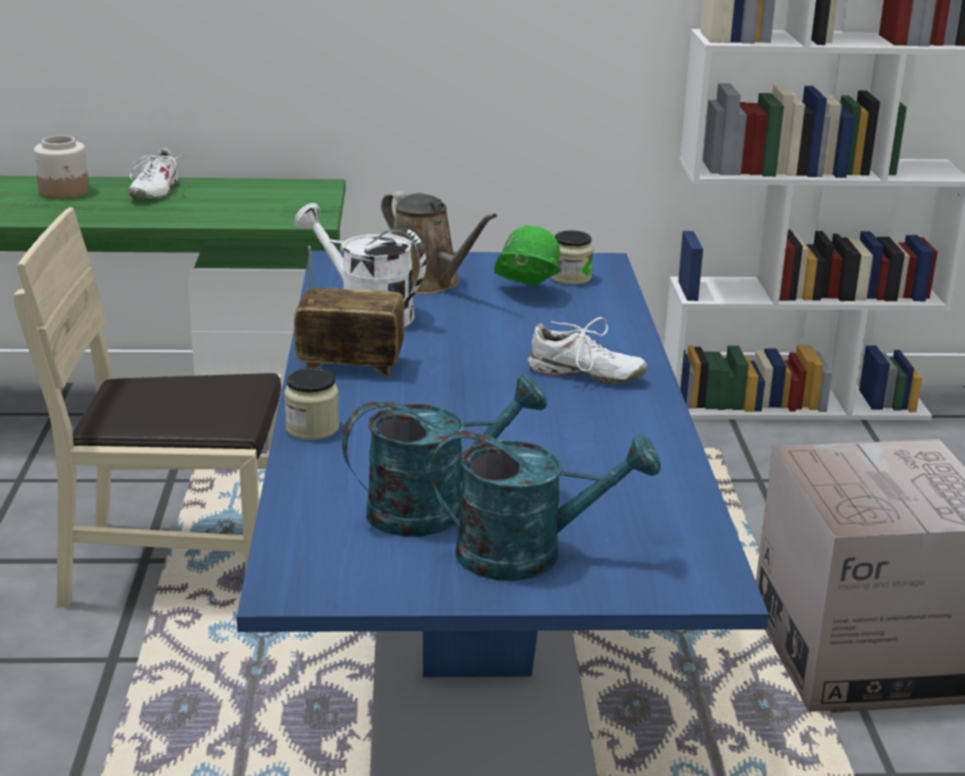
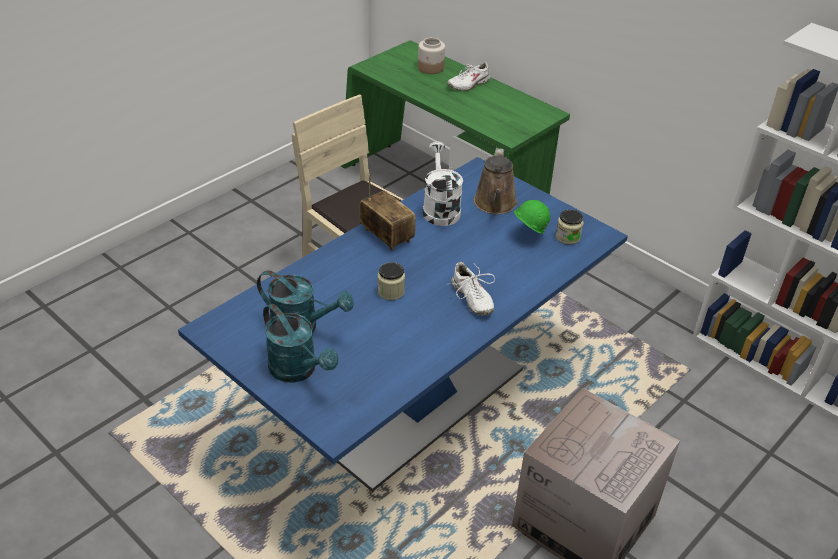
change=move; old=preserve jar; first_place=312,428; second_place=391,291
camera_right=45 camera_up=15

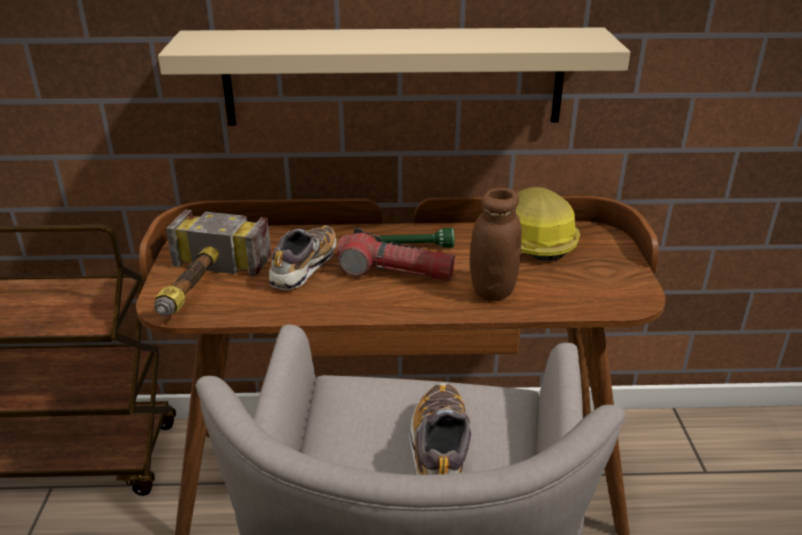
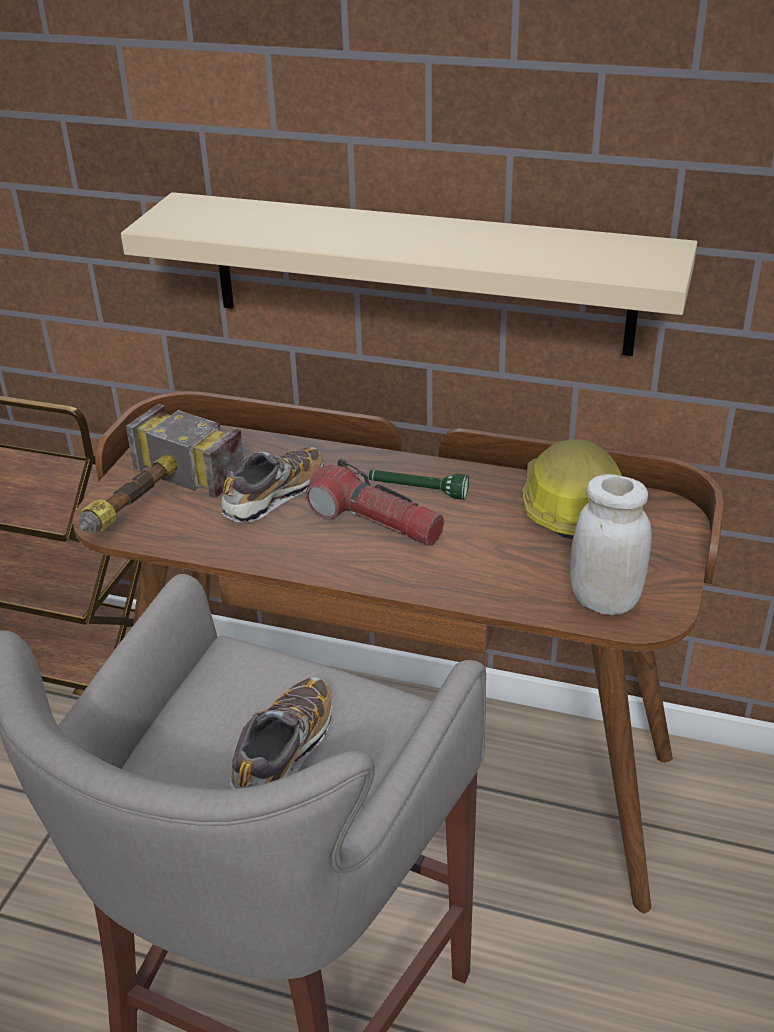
change=delete; old=brown-coloured preserve jar; first_place=492,290
change=insert; new=white preserve jar; second_place=604,601
camera_right=20 camera_up=5

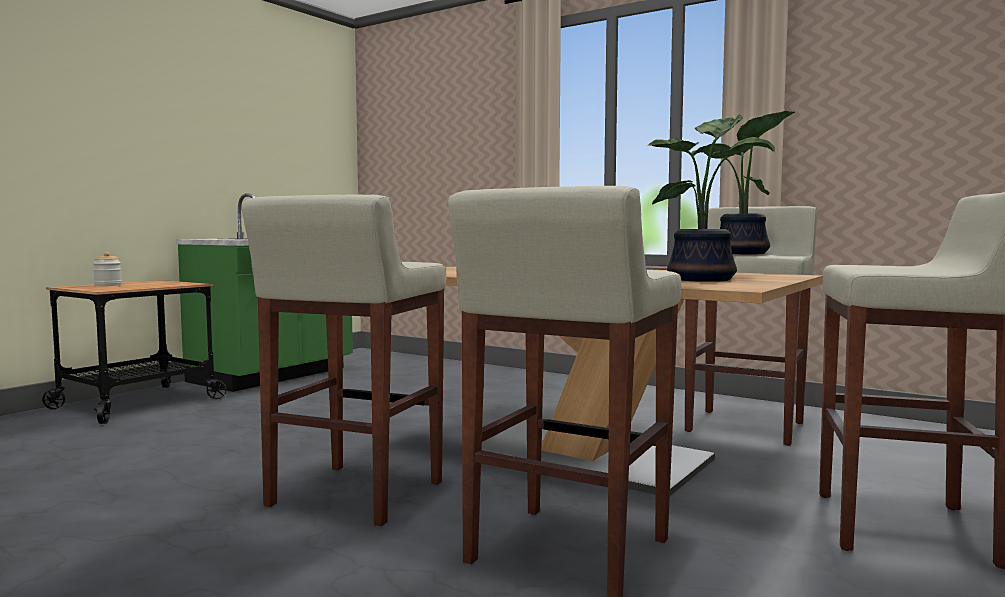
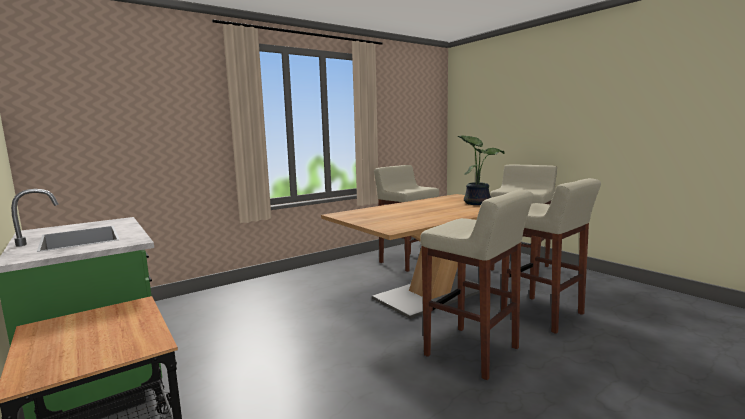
change=delete; old=plant in a pot; first_place=741,253
change=delete; old=preserve jar; first_place=108,285
camera_right=-70 camera_up=5

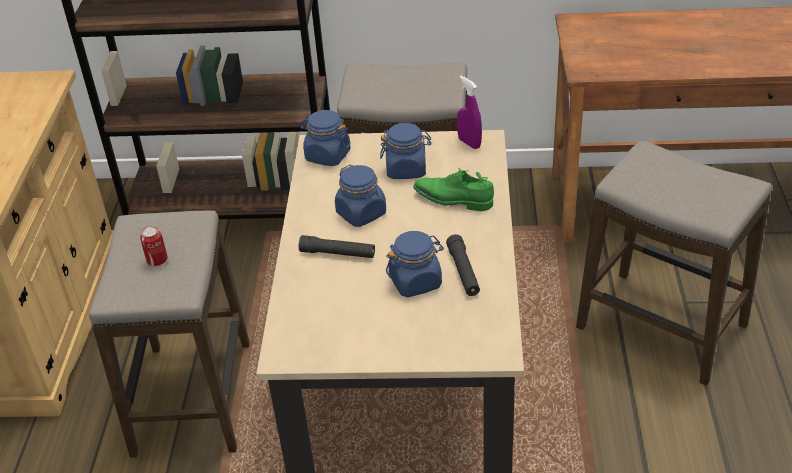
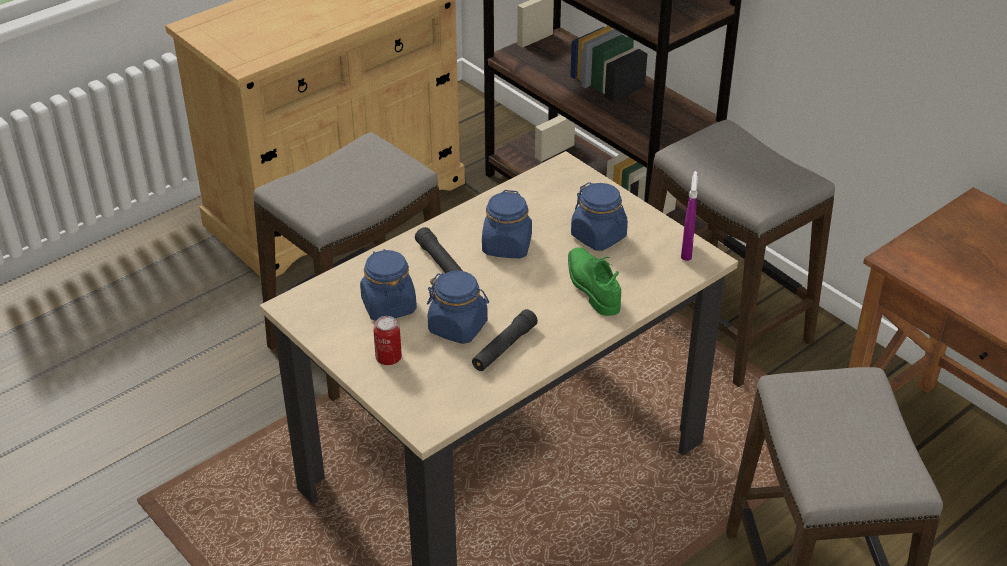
change=move; old=blue preserve jar; first_place=327,155; second_place=388,305
change=move; old=can; first_place=157,260; second_place=388,358
camera_right=45 camera_up=0

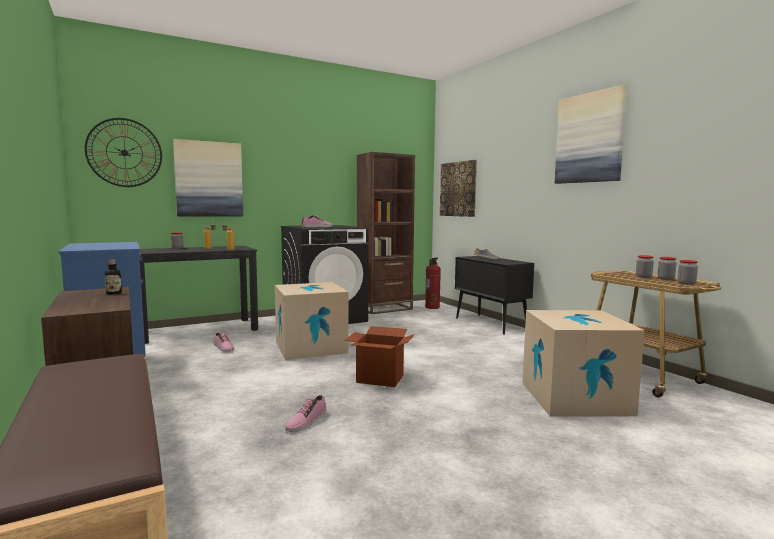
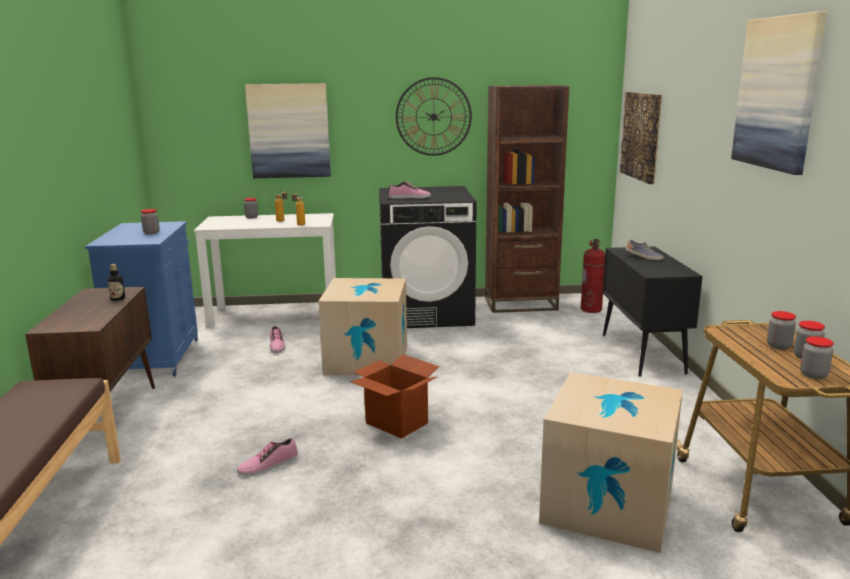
change=move; old=clock on the wall; first_place=124,152; second_place=433,117
change=recolor; old=blackish desk table; new=white desk table; first_place=200,330; second_place=275,314
change=insert; new=preserve jar; second_place=151,233
camera_right=25 camera_up=10

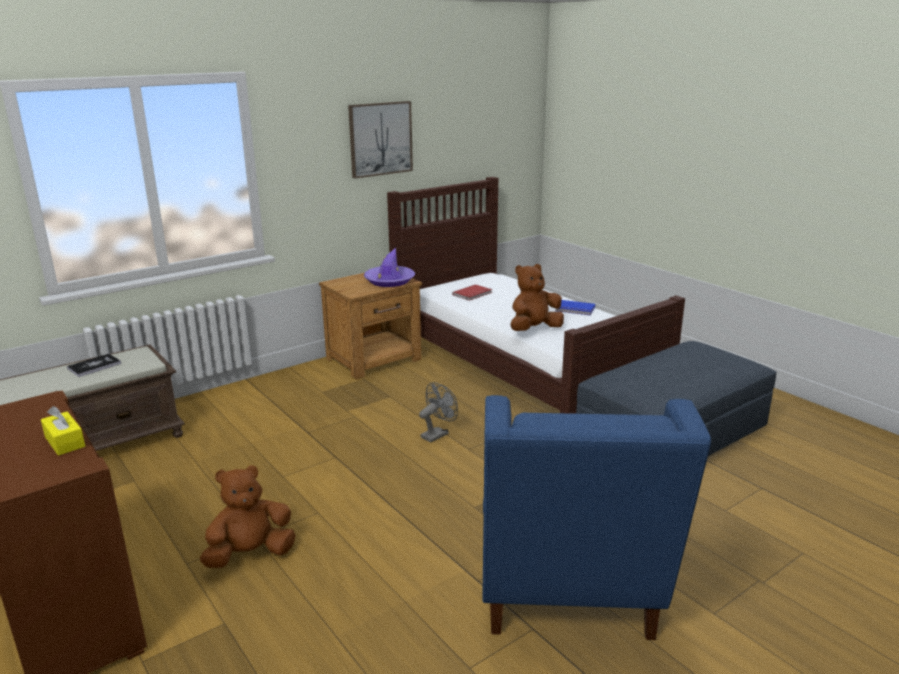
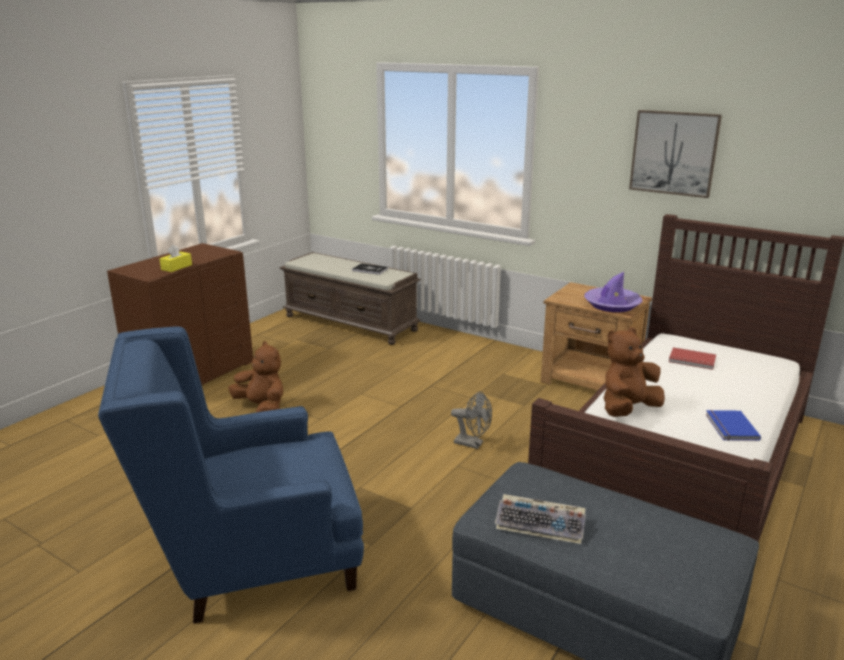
change=rotate; old=brown-coloured cuddly toy; first_place=534,329; second_place=628,409; degrees=-75
change=insert; new=keyboard; second_place=541,524
camera_right=70 camera_up=0

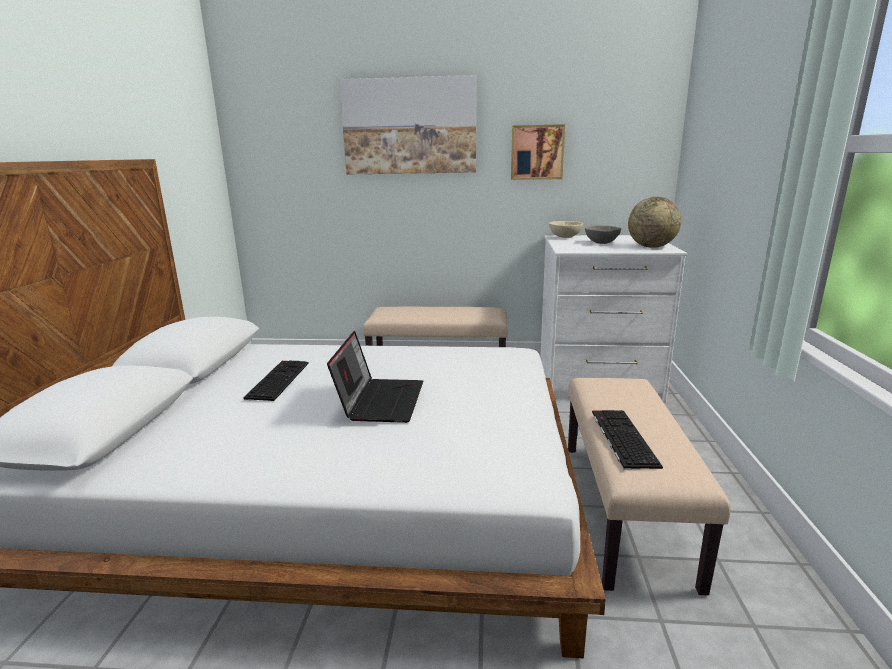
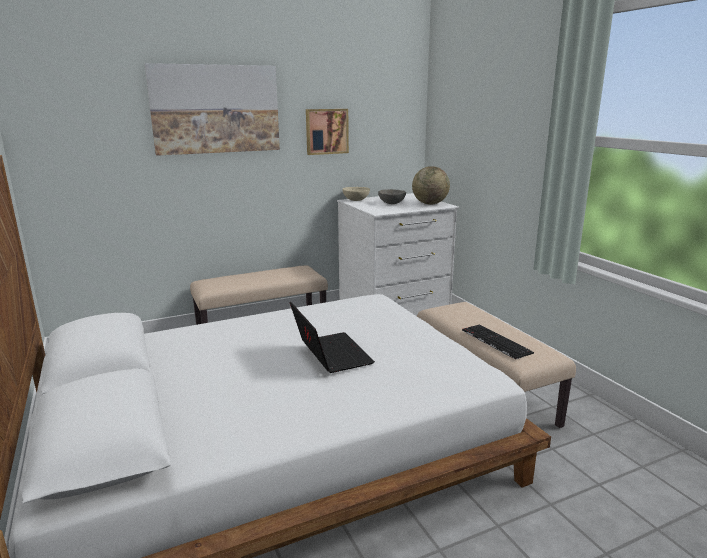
change=delete; old=keyboard; first_place=277,379
camera_right=-30 camera_up=0

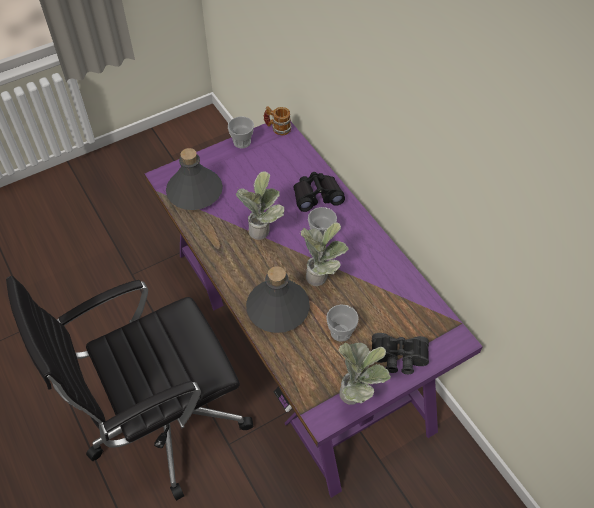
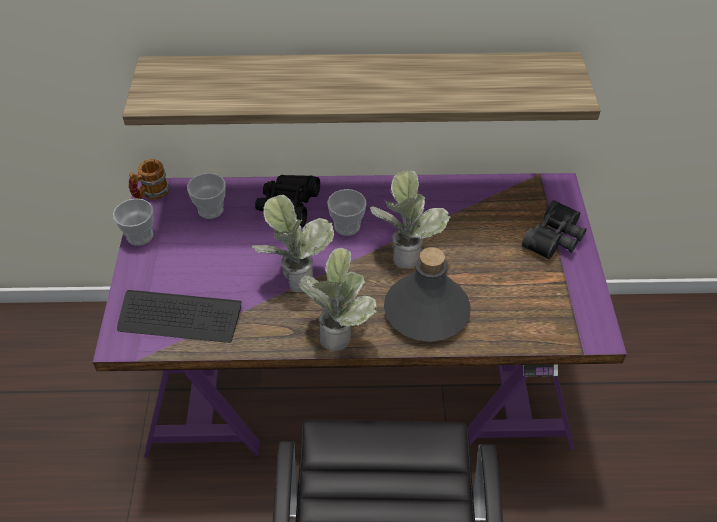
change=replace; old=greyish bottle; new=keyboard; first_place=195,192; second_place=179,318
change=move; old=drinking cup; first_place=341,332; second_place=210,210
change=move; old=plant in a pot; first_place=357,393; second_place=338,332
change=insert; new=shelf; second_place=360,86
camera_right=-60 camera_up=-5

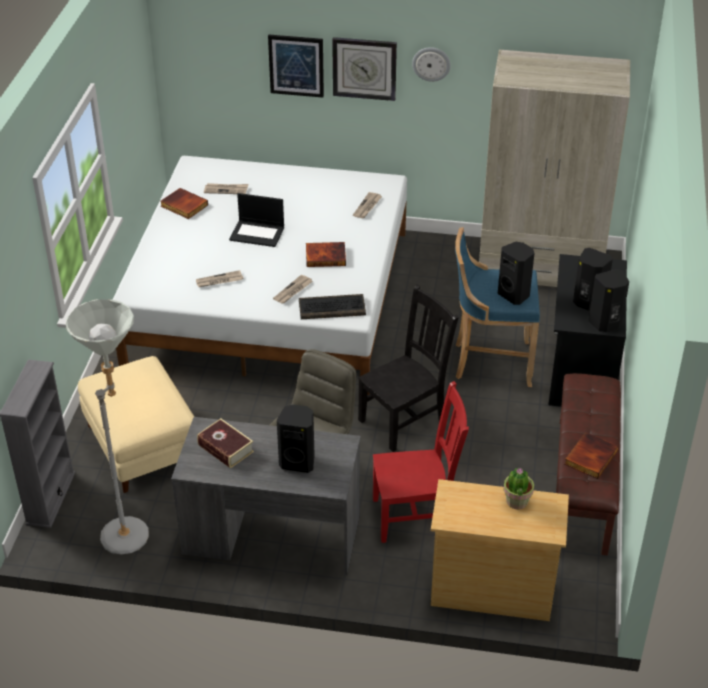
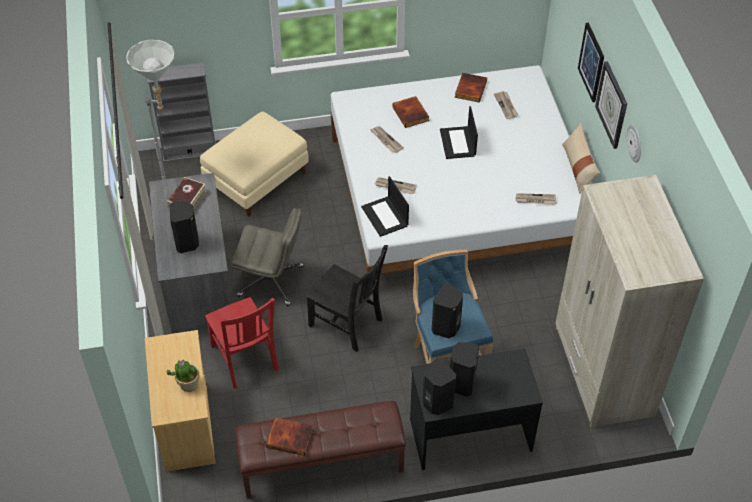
change=move; old=bound book; first_place=326,256; second_place=411,113
change=replace; old=keyboard; new=portable computer; first_place=332,308; second_place=385,216
change=insert; new=beige pillow; second_place=578,168
camera_right=70 camera_up=10

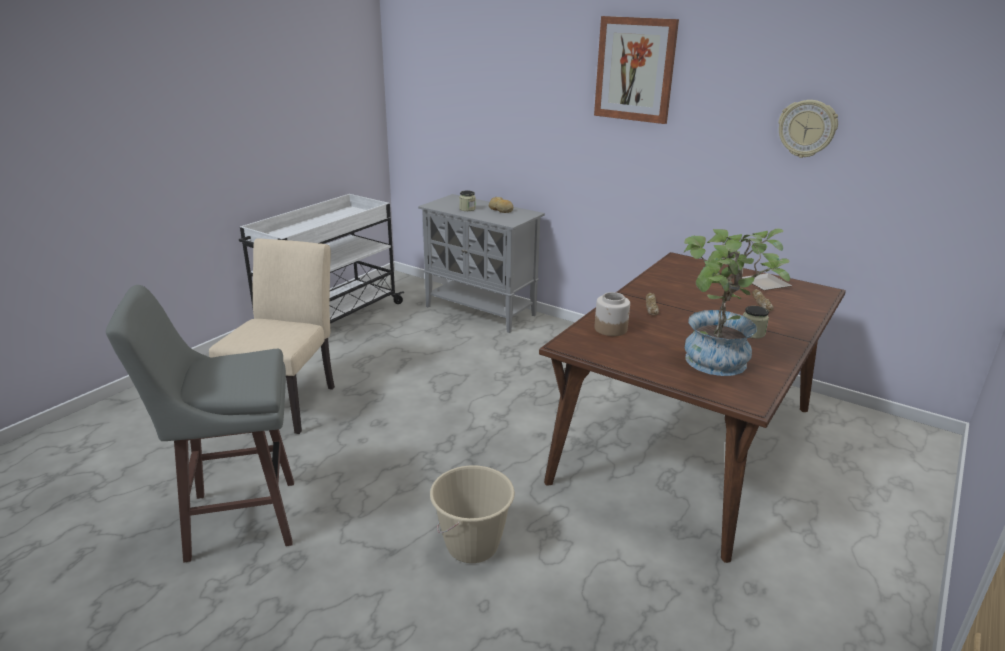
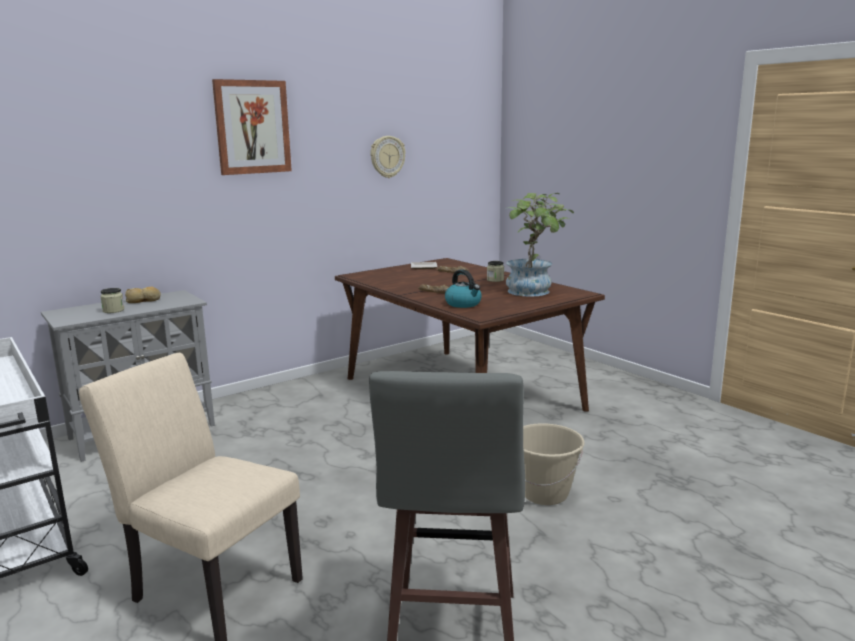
change=replace; old=preserve jar; new=kettle; first_place=611,329; second_place=463,304
camera_right=-70 camera_up=-10

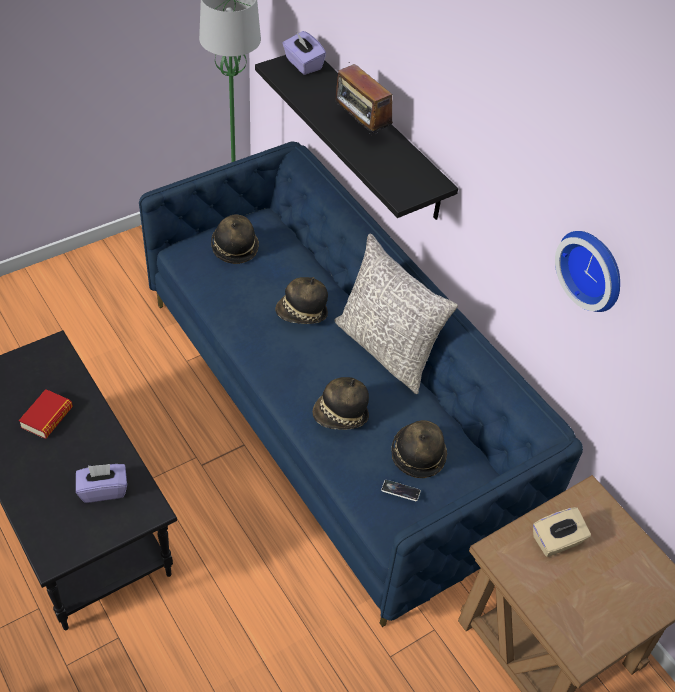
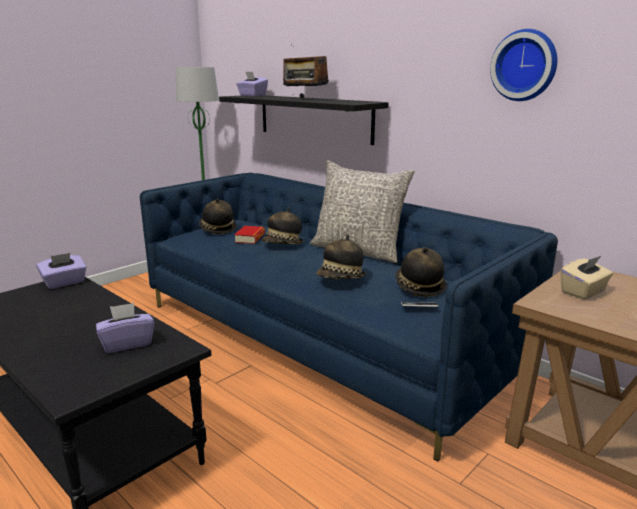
change=move; old=bound book; first_place=47,417; second_place=250,238
change=insert; new=purplish box of tissues; second_place=64,283
camera_right=-10 camera_up=-30

